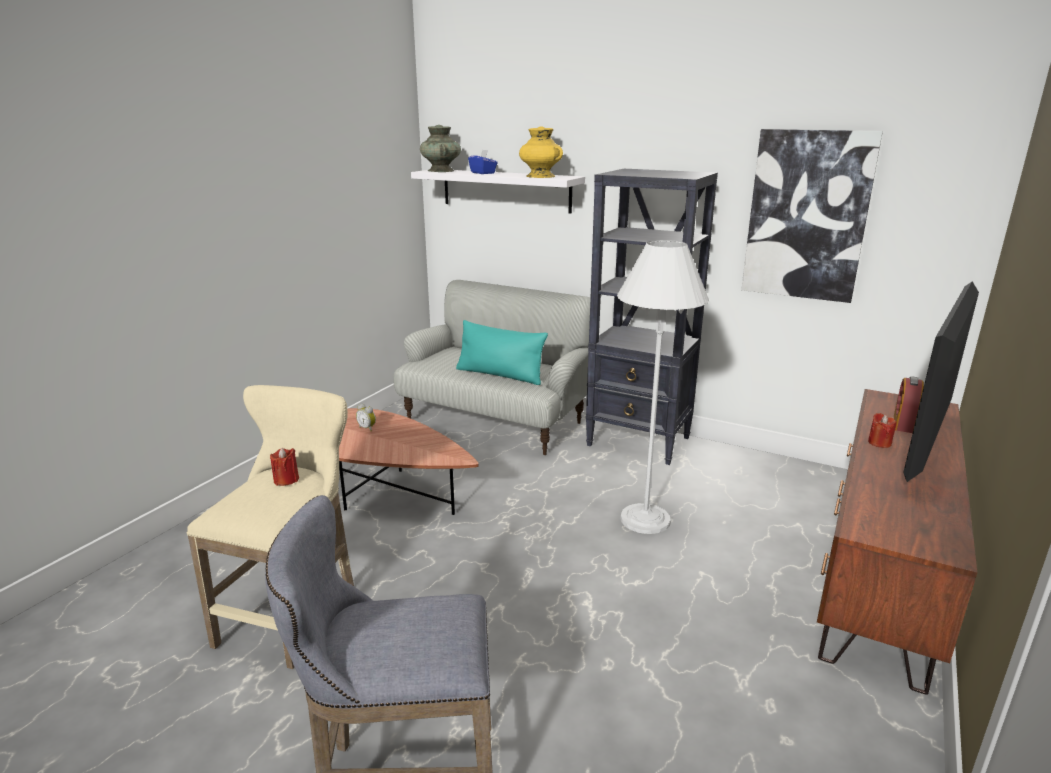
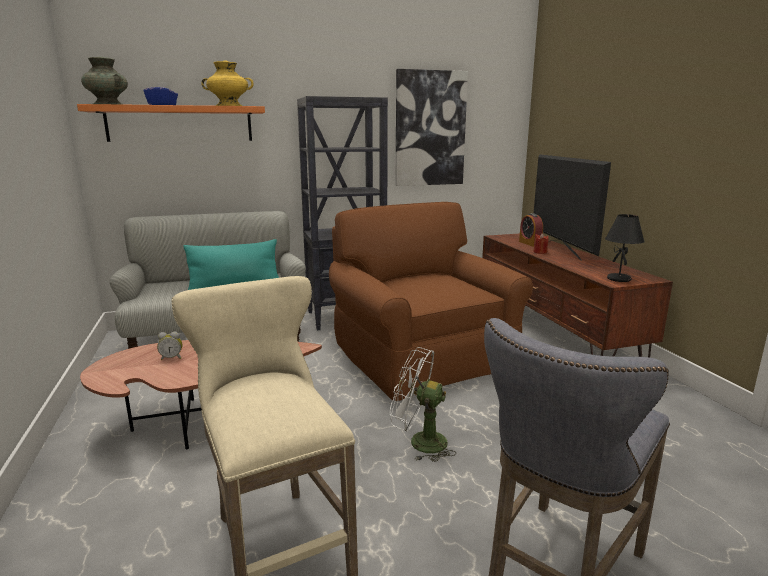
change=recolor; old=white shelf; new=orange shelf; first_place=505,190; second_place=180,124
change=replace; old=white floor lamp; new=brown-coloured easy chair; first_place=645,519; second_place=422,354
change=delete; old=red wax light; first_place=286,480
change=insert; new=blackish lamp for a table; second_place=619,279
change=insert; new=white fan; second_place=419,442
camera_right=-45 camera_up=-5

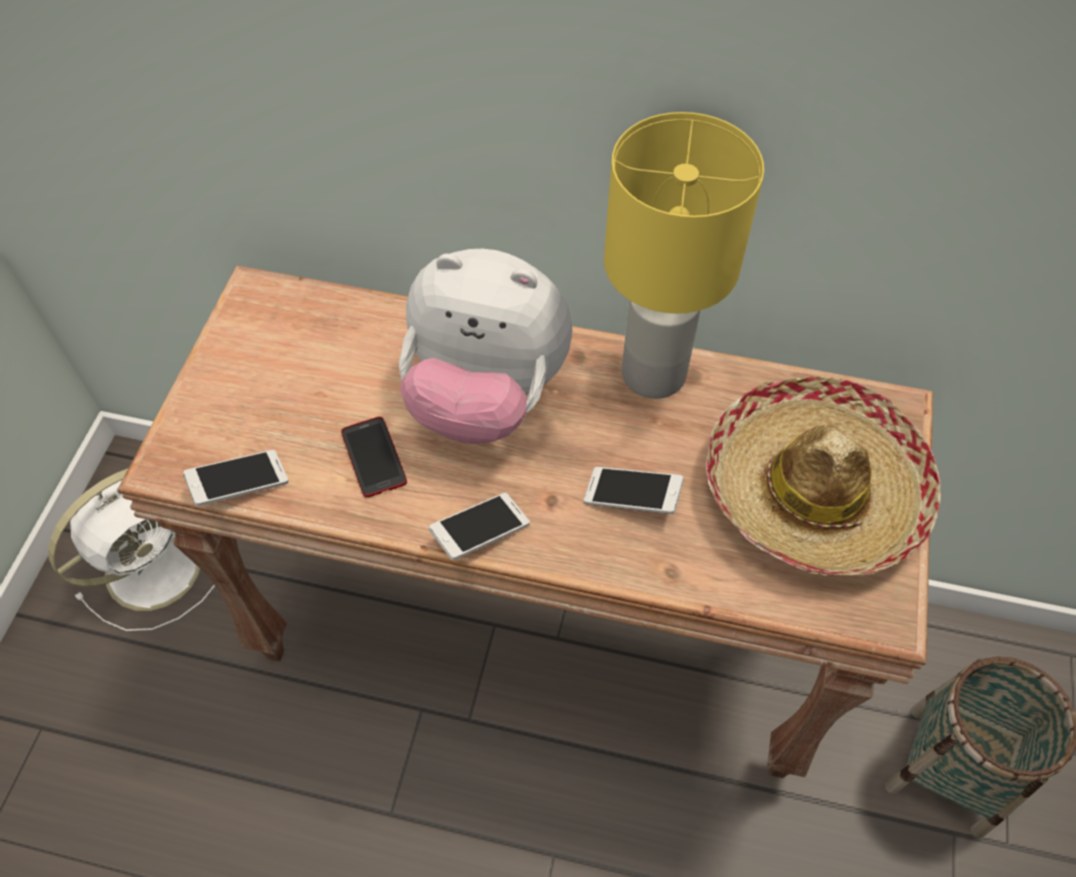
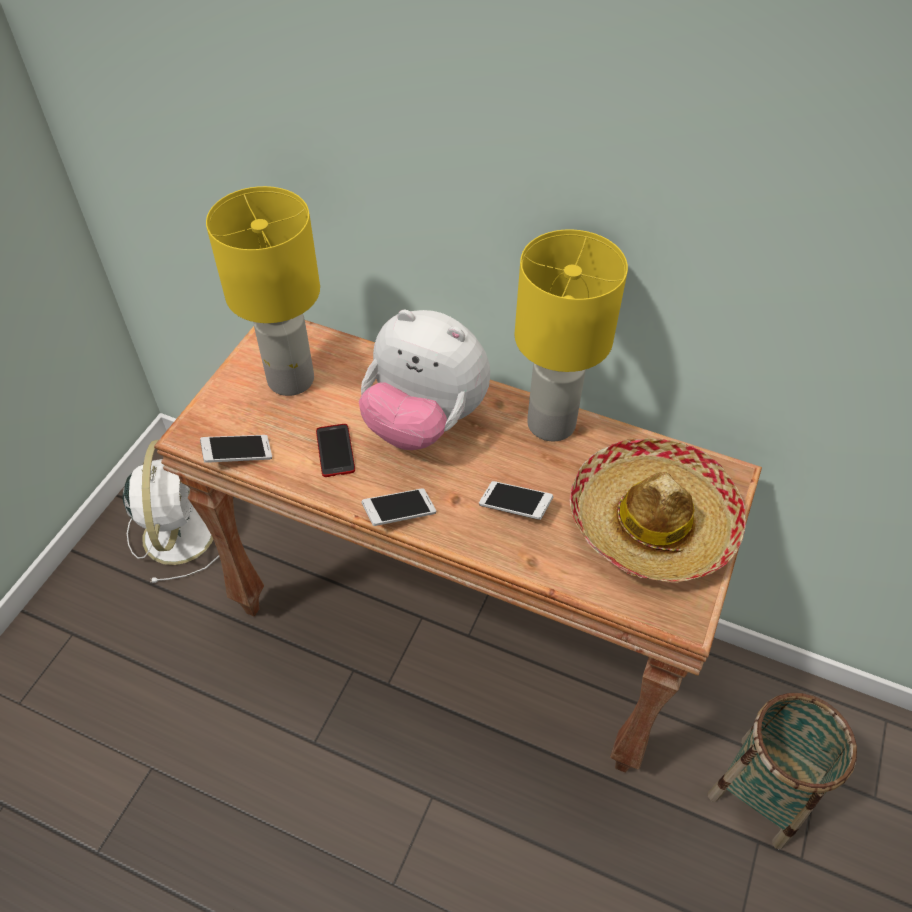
change=rotate; old=white fan; first_place=157,564; second_place=179,531; degrees=-60
change=insert; new=yellow-coloured lamp for a table; second_place=292,380
camera_right=10 camera_up=-5

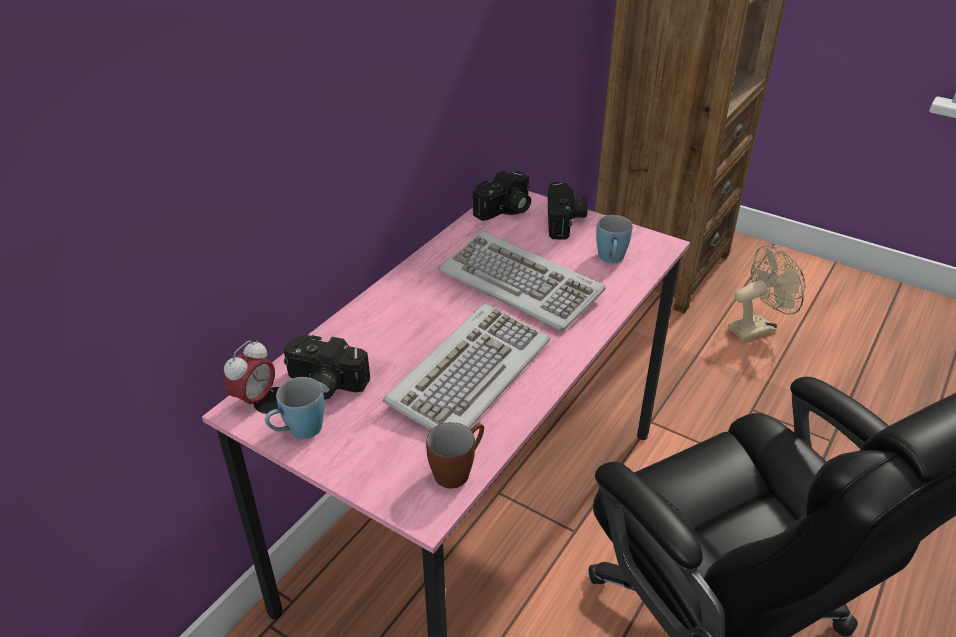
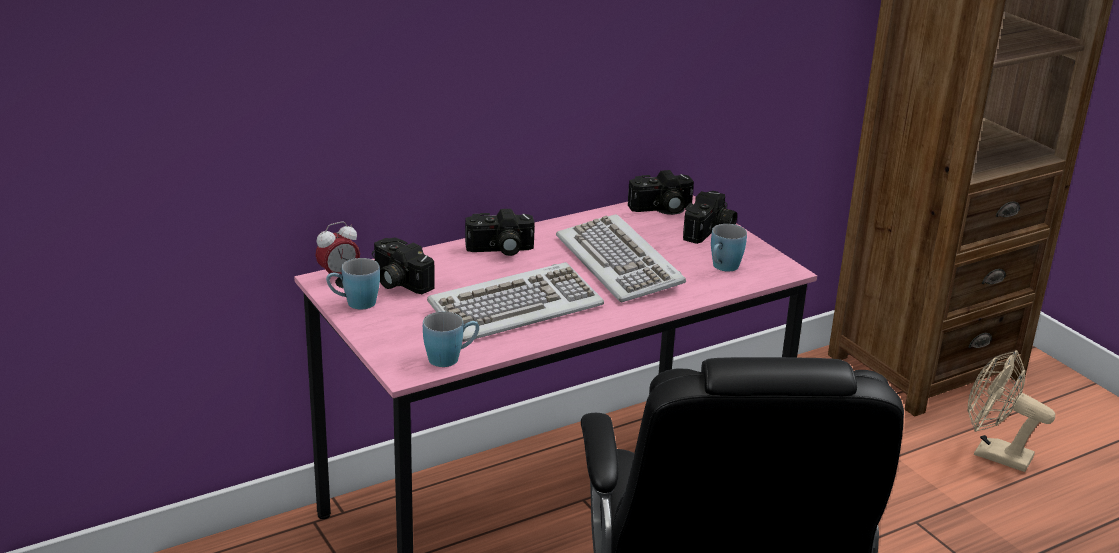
change=rotate; old=beige fan; first_place=757,327; second_place=993,454; degrees=-150
change=recolor; old=brown-coloured tea mug; new=blue tea mug; first_place=458,469; second_place=451,358
change=insert; new=still camera; second_place=500,250
camera_right=25 camera_up=-10

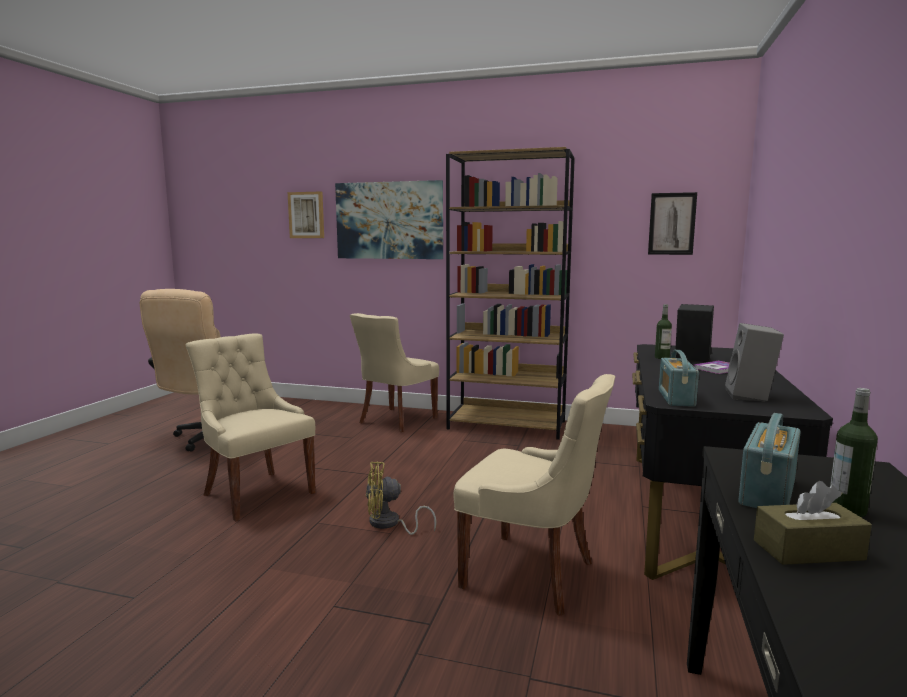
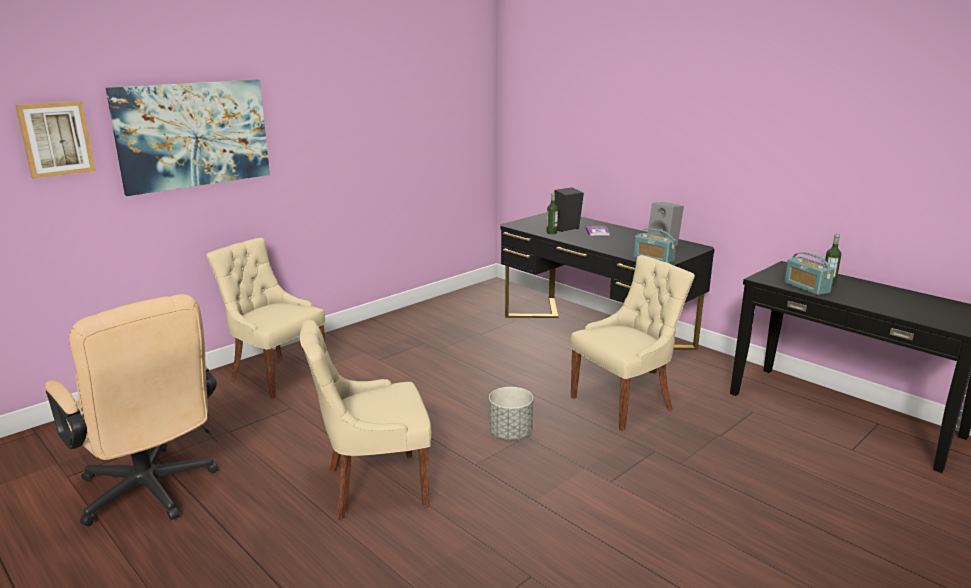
change=delete; old=brown-coloured shelving unit; first_place=507,425
change=delete; old=wall picture; first_place=672,224
change=rotate; old=beige chair; first_place=395,420; second_place=276,374; degrees=150
change=replace; old=yellow-coloured fan; new=greyish plant pot; first_place=389,524; second_place=510,433
change=delete; old=brown-coloured box of tissues; first_place=808,550
camera_right=-60 camera_up=10

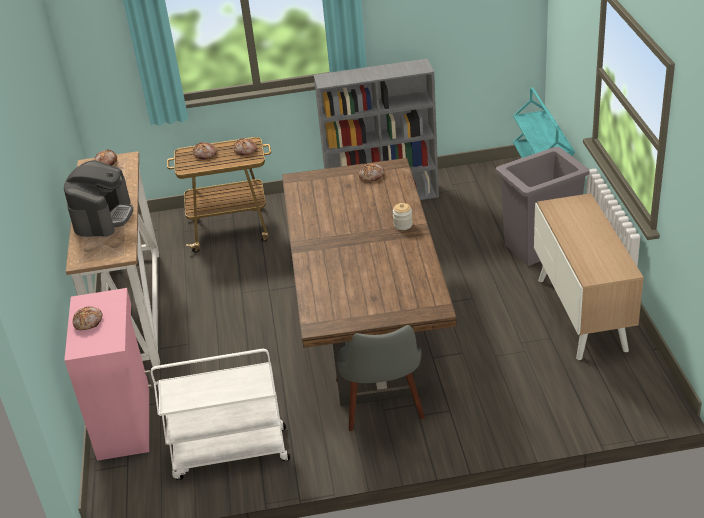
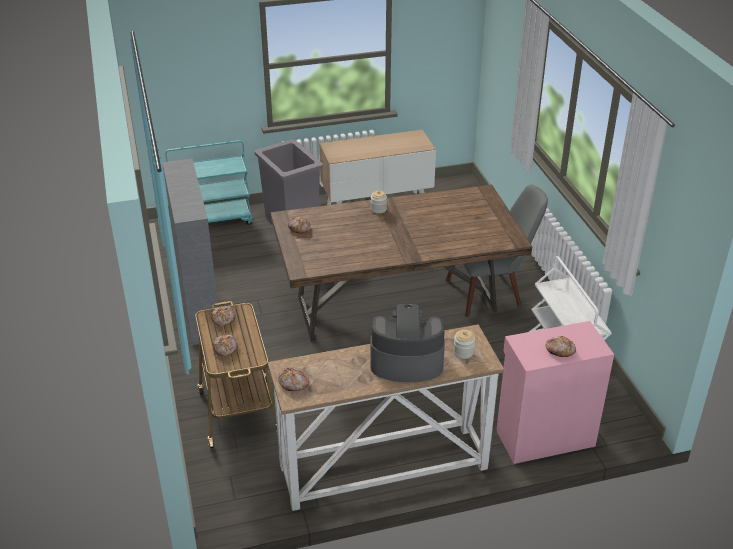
change=insert; new=preserve jar; second_place=463,352
camera_right=-100 camera_up=0

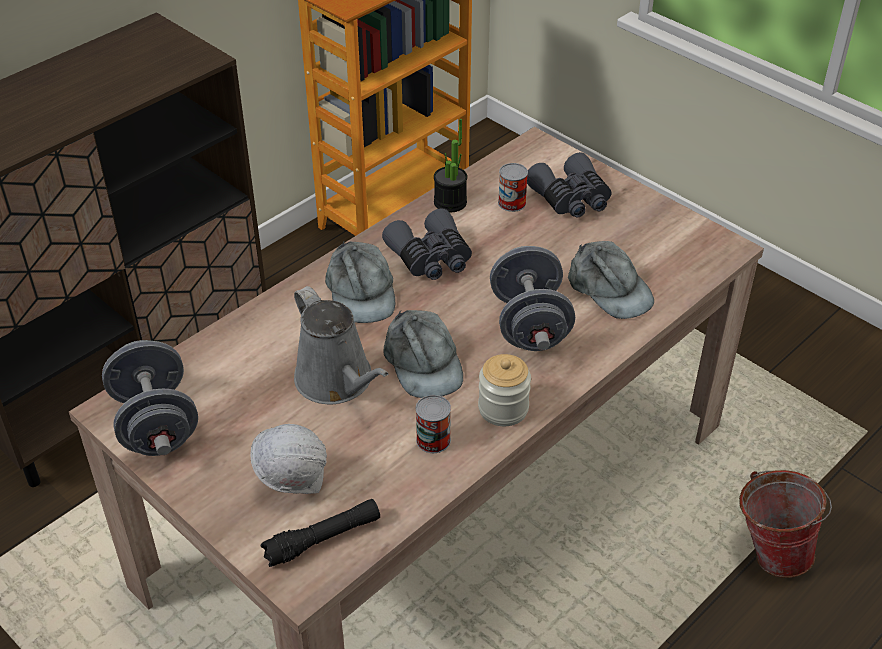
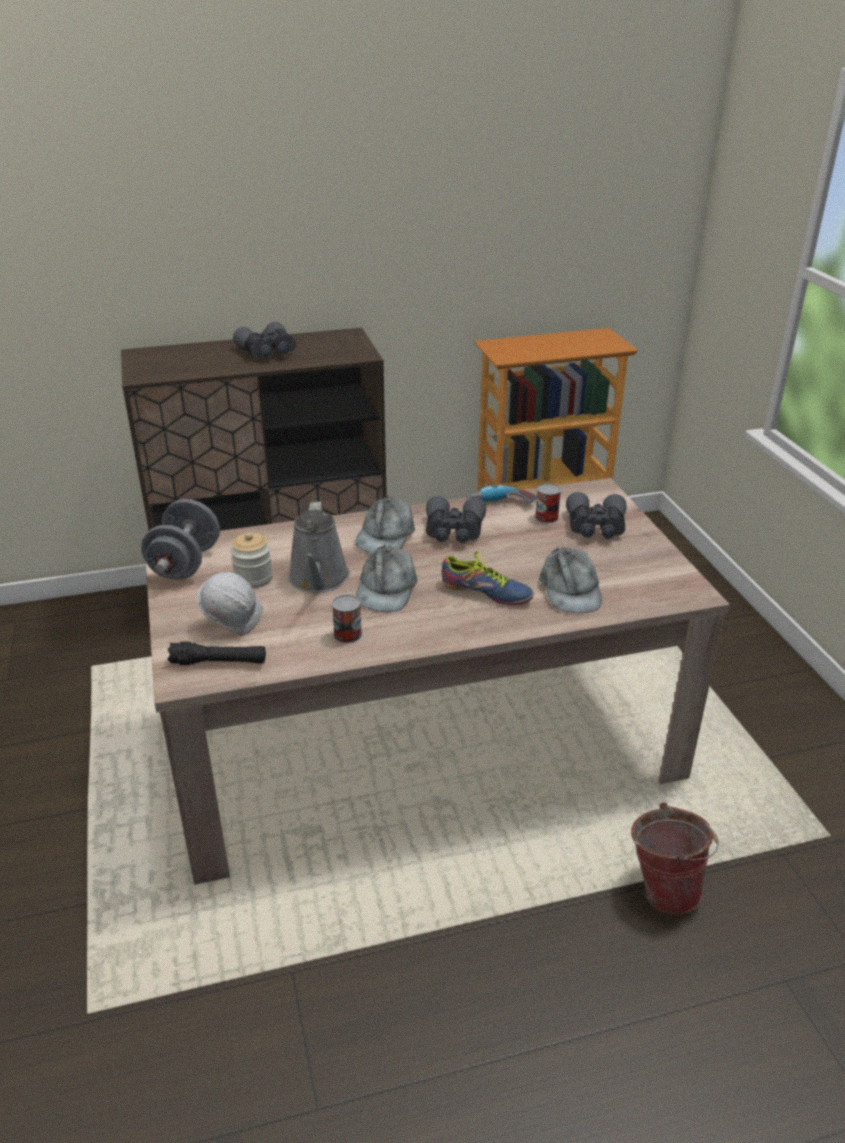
change=replace; old=plant in a pot; new=power drill; first_place=450,202; second_place=500,504
change=replace; old=greyish hand weight; new=shoe; first_place=529,324; second_place=486,591
change=move; old=preserve jar; first_place=503,408; second_place=253,578
change=insert; new=greyish pair of binoculars; second_place=268,352
camera_right=30 camera_up=-10

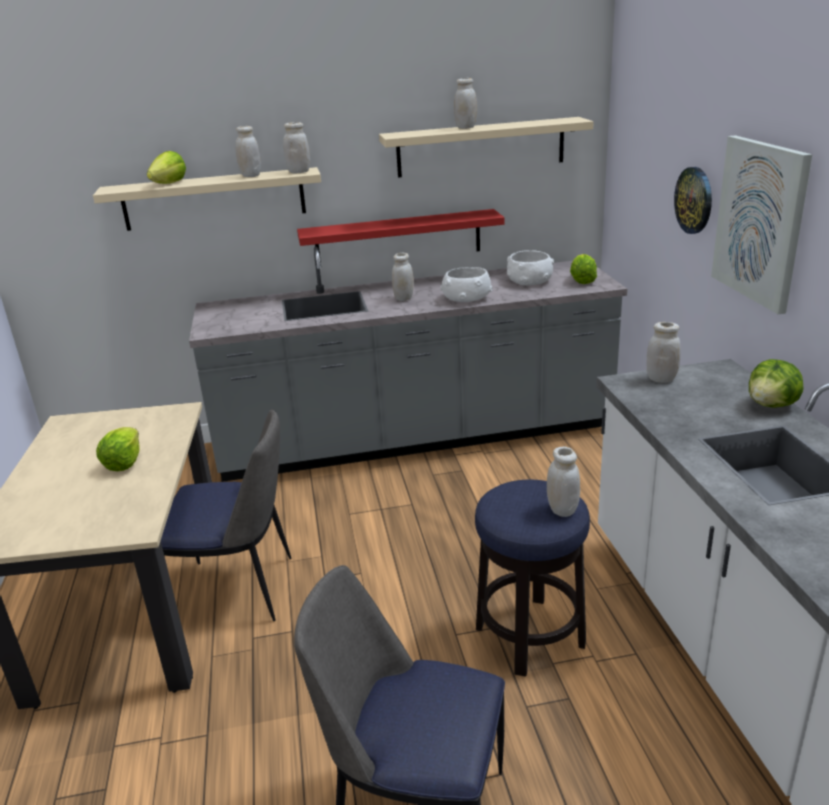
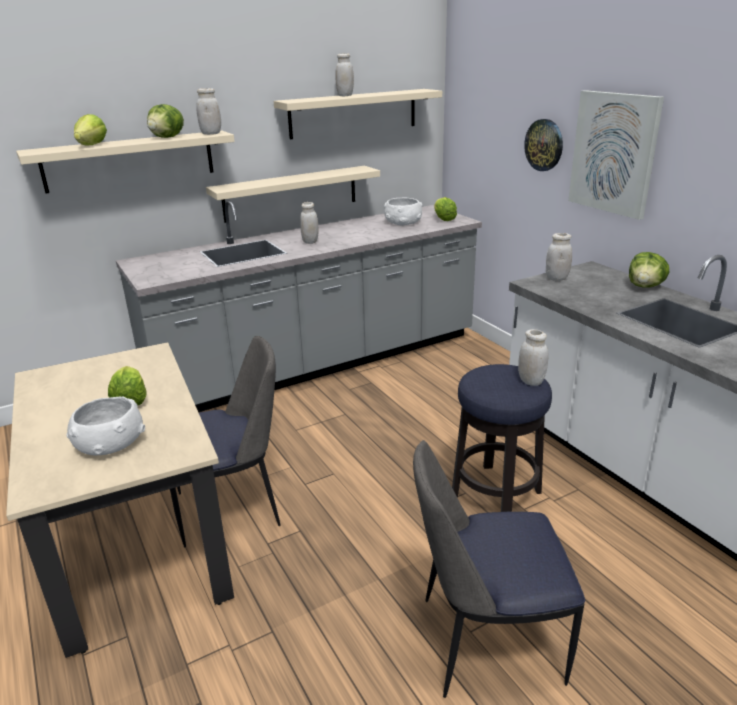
change=replace; old=white preserve jar; new=lettuce; first_place=251,176; second_place=168,137
change=recolor; old=red shelf; new=beige shelf; first_place=398,239; second_place=291,193
change=move; old=white serving bowl; first_place=466,298; second_place=109,443
camera_right=-20 camera_up=0

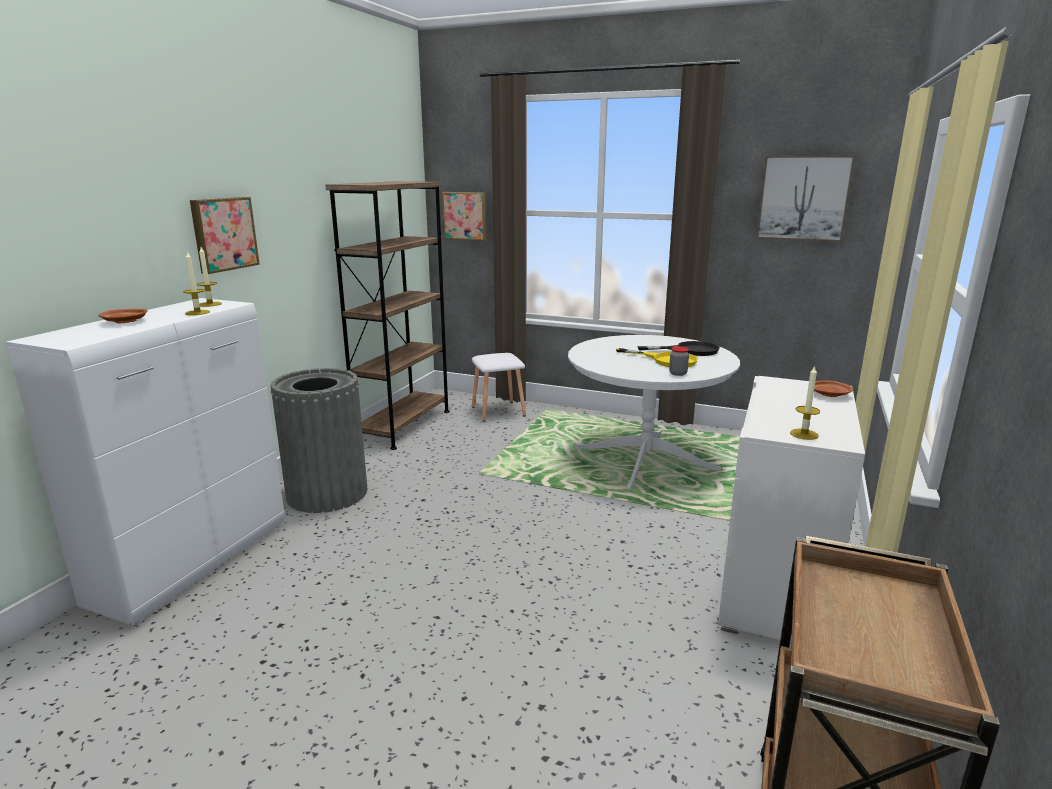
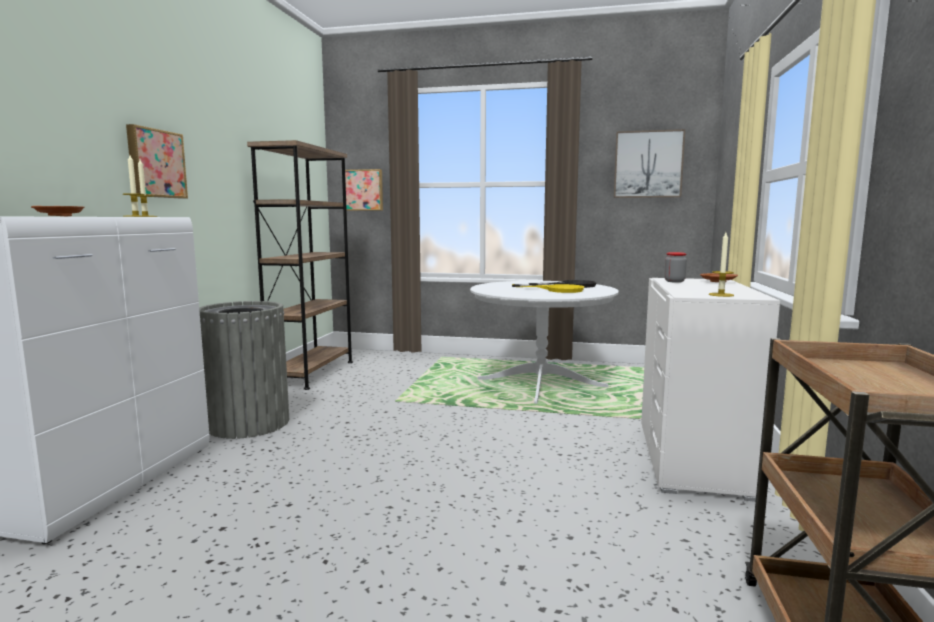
change=move; old=preserve jar; first_place=678,373; second_place=674,281
change=delete; old=white stool; first_place=499,411
camera_right=-10 camera_up=-10

